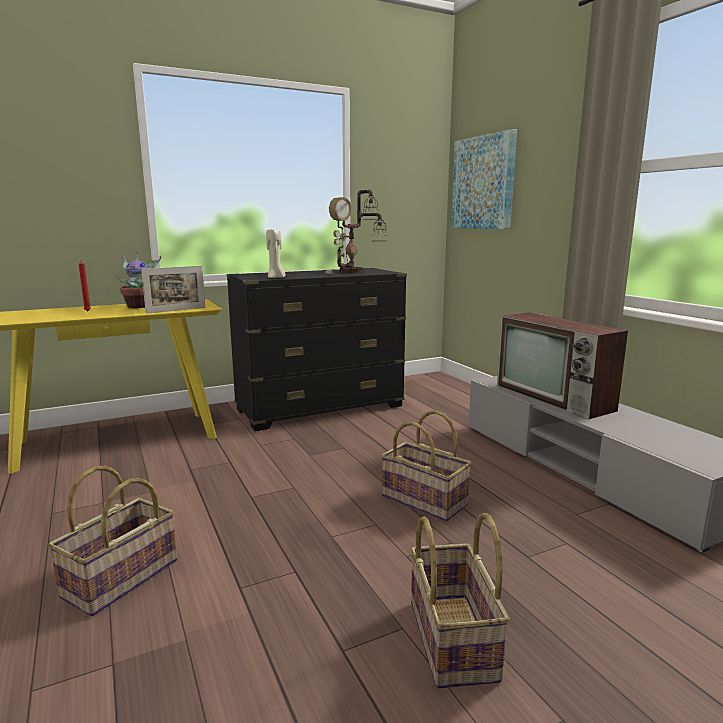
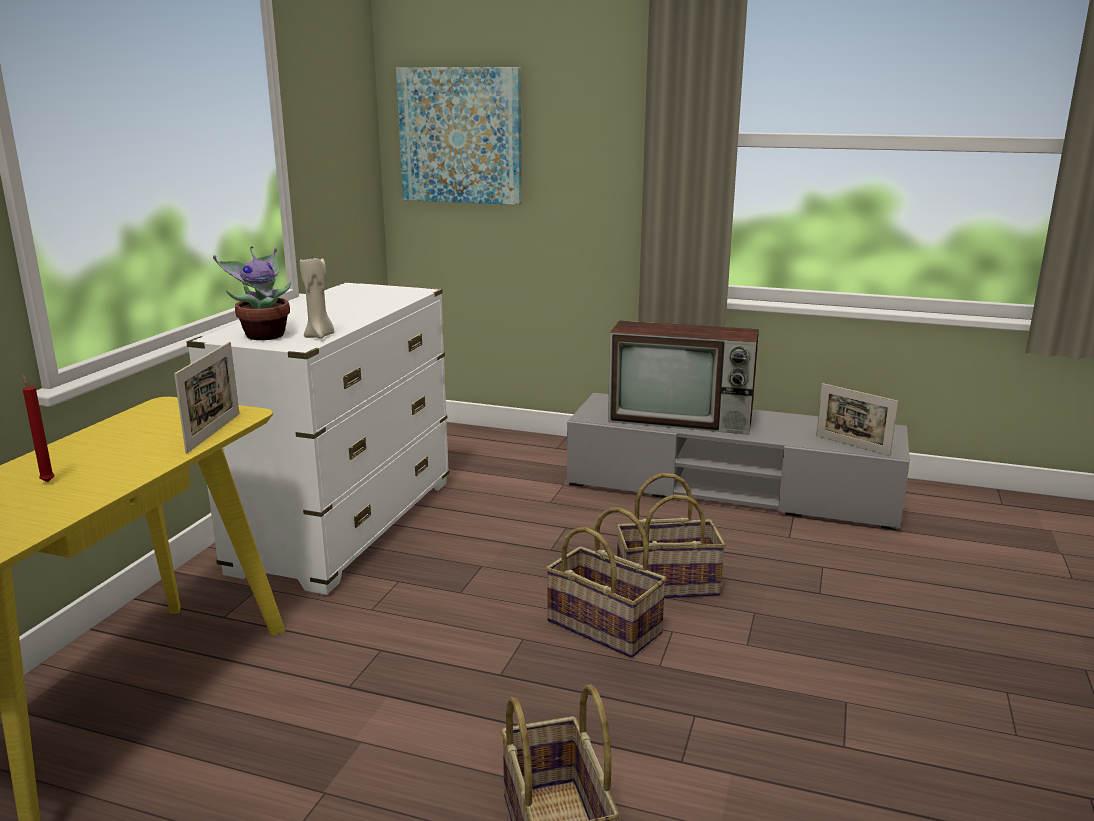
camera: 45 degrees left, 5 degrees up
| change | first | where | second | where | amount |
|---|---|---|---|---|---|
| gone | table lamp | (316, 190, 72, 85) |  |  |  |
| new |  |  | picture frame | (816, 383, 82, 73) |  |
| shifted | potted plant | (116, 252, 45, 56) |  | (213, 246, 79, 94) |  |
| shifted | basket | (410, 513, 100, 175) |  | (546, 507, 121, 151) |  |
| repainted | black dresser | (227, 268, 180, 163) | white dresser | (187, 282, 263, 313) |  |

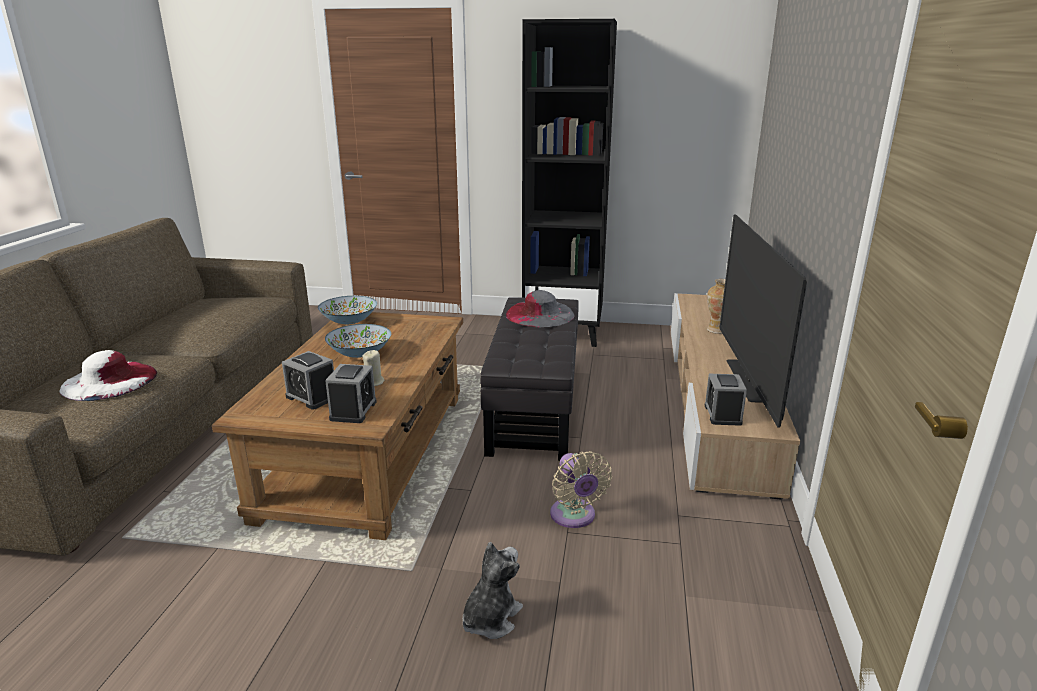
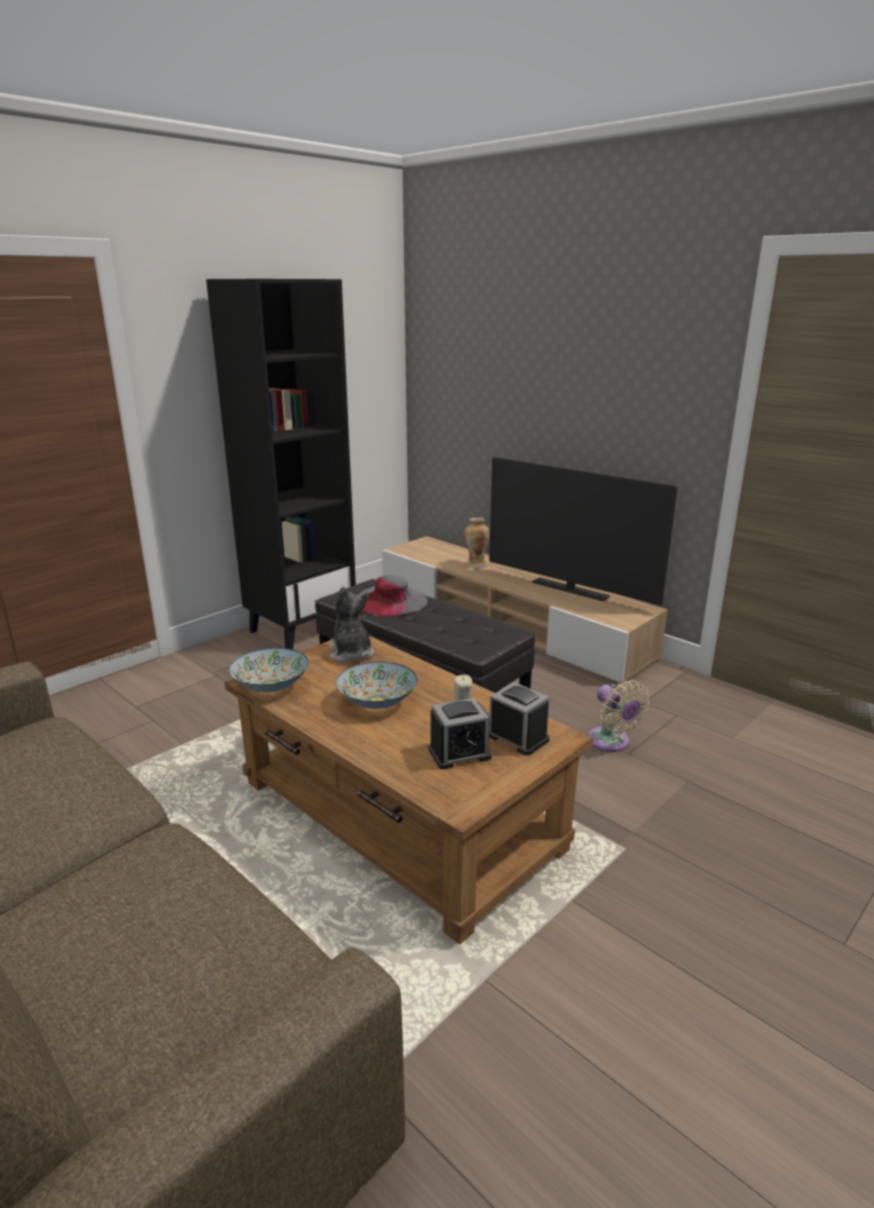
camera: 55 degrees left, 0 degrees up
| change | first | where | second | where | amount |
|---|---|---|---|---|---|
| gone | white hat | (59, 350, 98, 51) |  |  |  |
| gone | alarm clock | (705, 374, 42, 52) |  |  |  |
| shifted | plush toy | (463, 542, 60, 97) |  | (330, 586, 44, 77) |  |
| rotated | beige fan | (550, 451, 62, 77) |  | (588, 680, 61, 72) | 45 degrees clockwise |

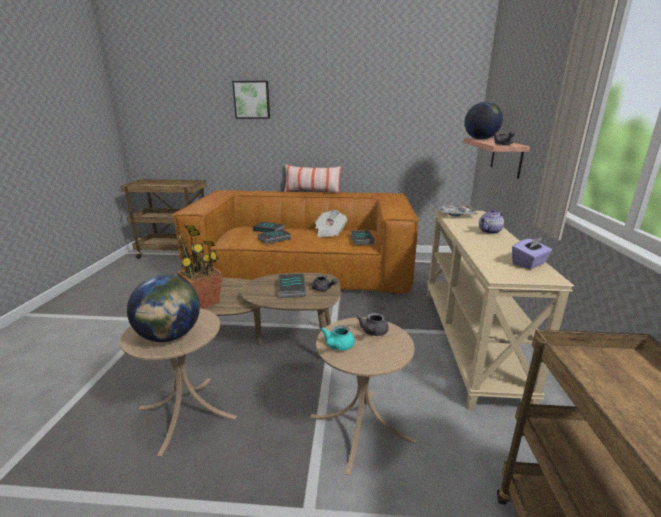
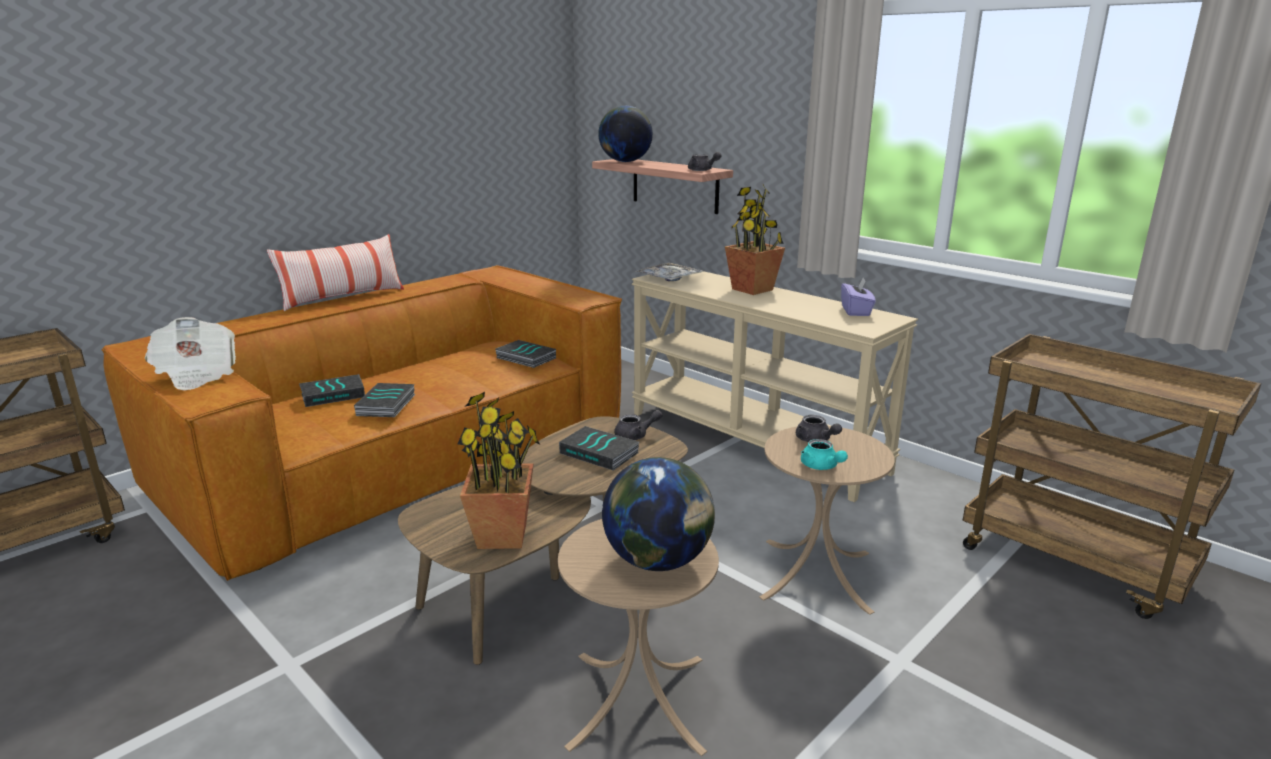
camera: 50 degrees left, 0 degrees up
| change | first | where | second | where | amount |
|---|---|---|---|---|---|
| gone | picture | (232, 81, 38, 38) |  |  |  |
| shifted | newspaper | (315, 210, 32, 27) |  | (144, 317, 92, 74) |  |
| swapped | teapot | (479, 209, 25, 25) | potted plant | (725, 185, 60, 110) |  |

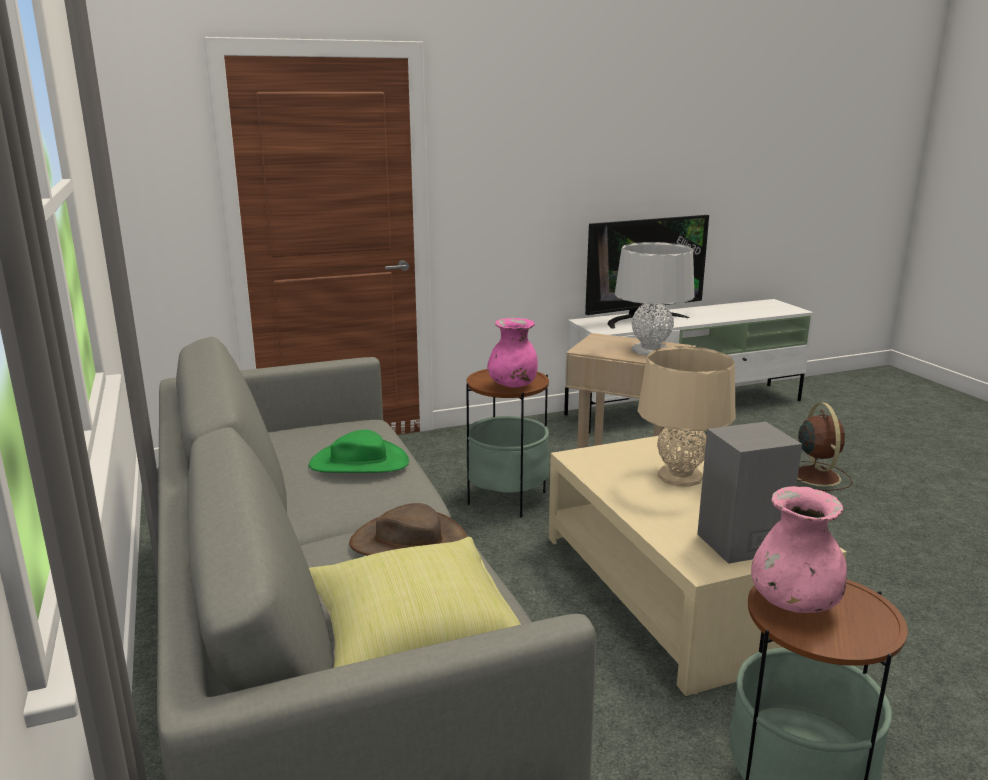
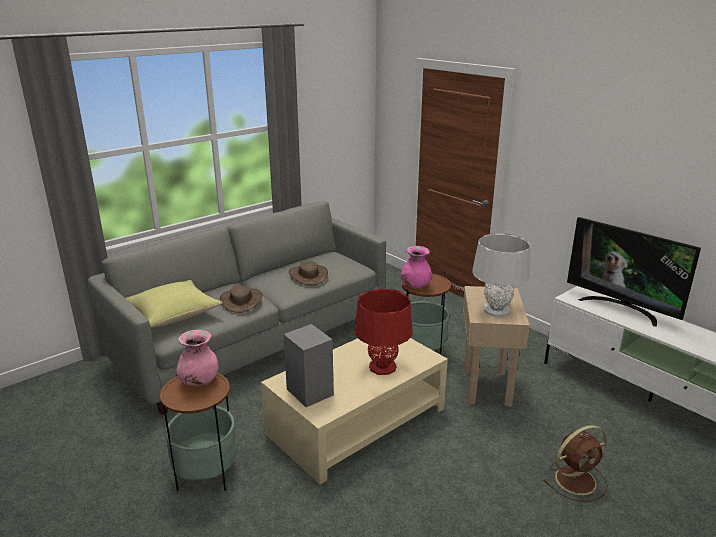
camera: 70 degrees right, 5 degrees up
| change | first | where | second | where | amount |
|---|---|---|---|---|---|
| repainted | green hat | (309, 430, 100, 43) | brown hat | (289, 261, 39, 24) |  |
| repainted | beige table lamp | (638, 346, 97, 141) | red table lamp | (354, 289, 59, 86) |  |

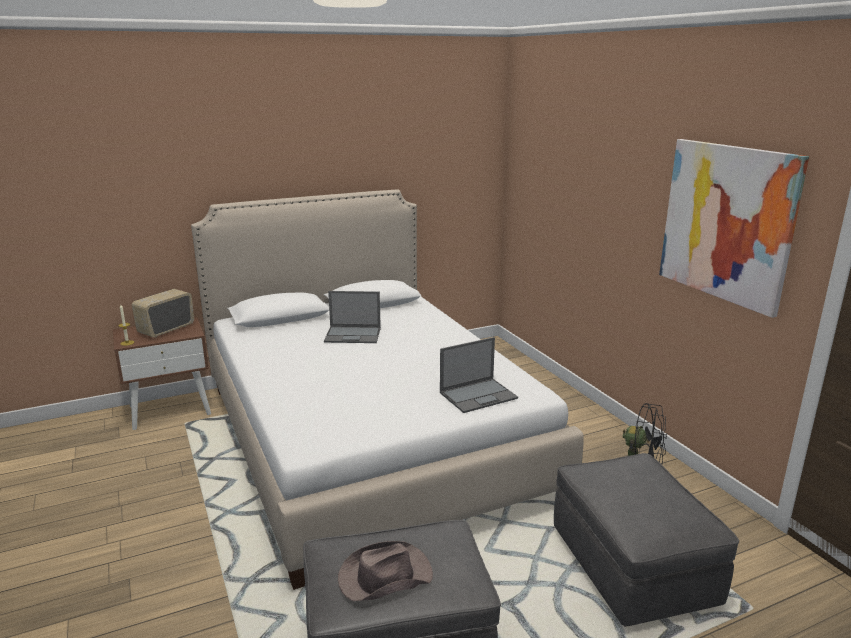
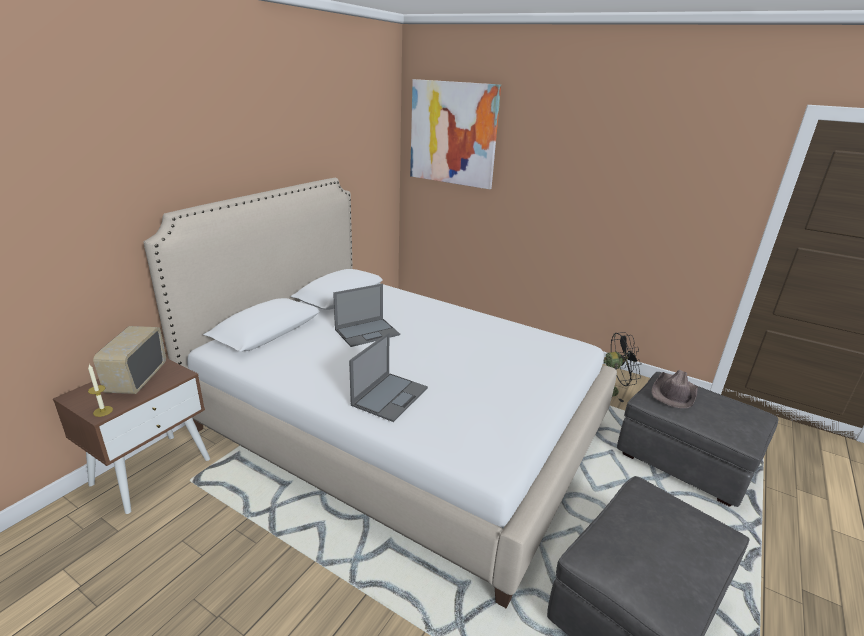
camera: 35 degrees left, 5 degrees up
| change | first | where | second | where | amount |
|---|---|---|---|---|---|
| shifted | brown hat | (338, 541, 95, 60) |  | (652, 370, 46, 38) |  |
| shifted | laptop | (440, 337, 78, 76) |  | (349, 332, 79, 90) |  |
| shifted | picture | (659, 139, 150, 179) |  | (410, 79, 91, 110) |  |

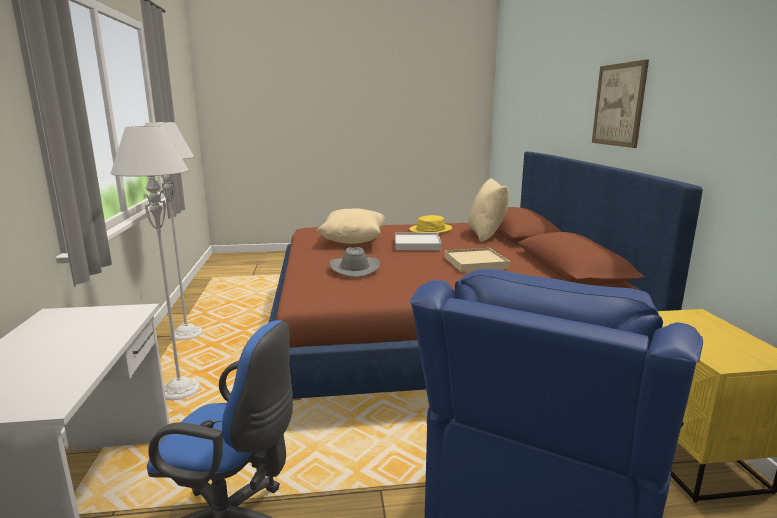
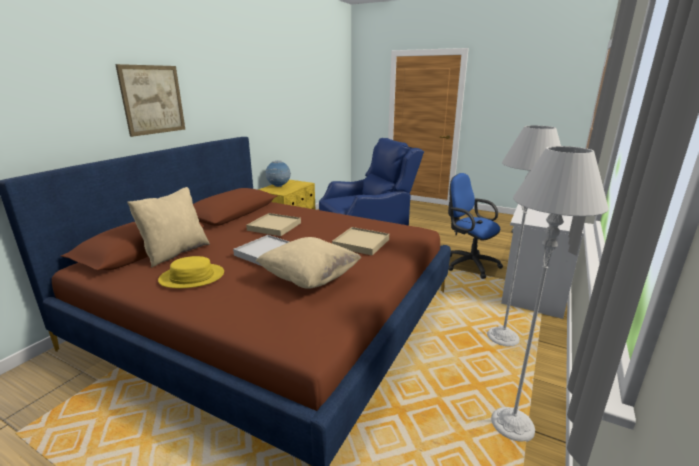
camera: 145 degrees left, 5 degrees up
| change | first | where | second | where | amount |
|---|---|---|---|---|---|
| new |  |  | globe | (266, 160, 25, 27) |  |
| swapped | grey hat | (330, 247, 50, 31) | beige tray | (332, 227, 57, 29) |  |

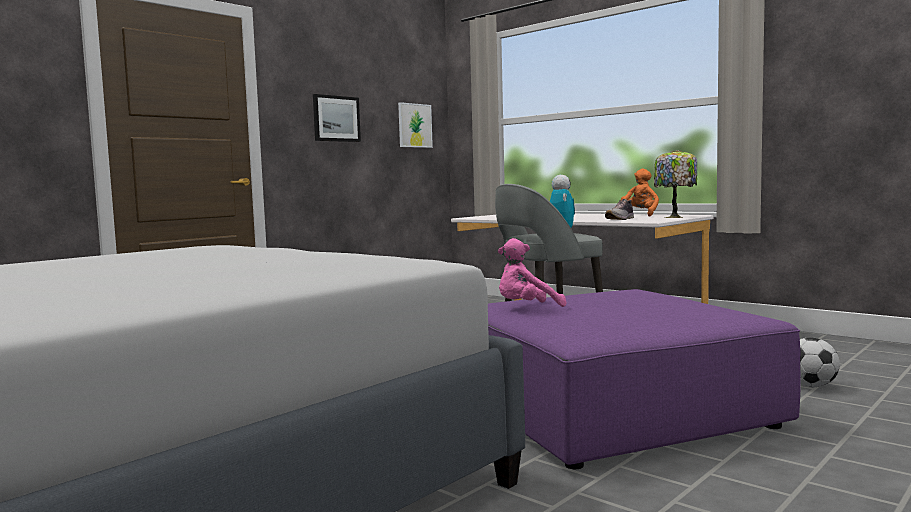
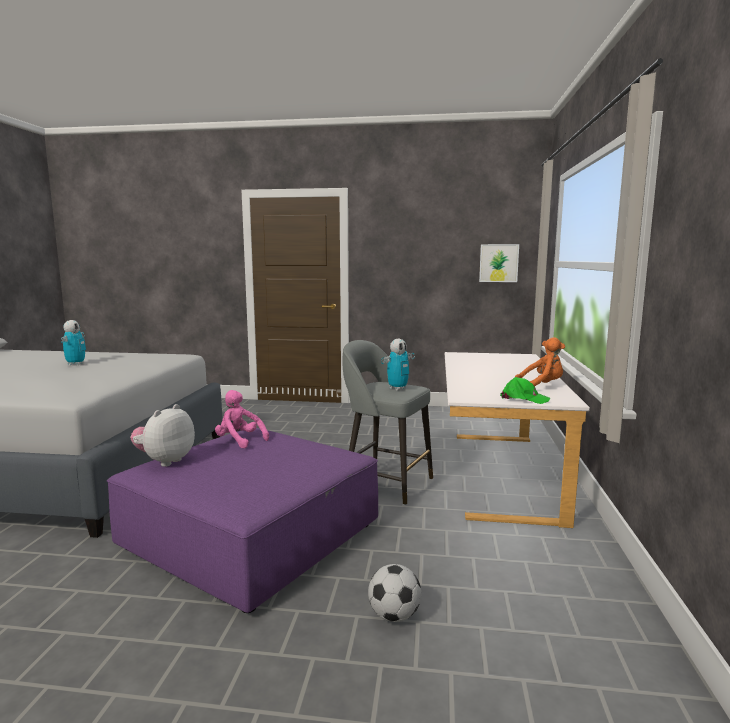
camera: 55 degrees right, 5 degrees up
| change | first | where | second | where | amount |
|---|---|---|---|---|---|
| gone | picture | (313, 94, 48, 48) |  |  |  |
| gone | shoe | (605, 199, 29, 21) |  |  |  |
| new |  |  | toy robot | (61, 320, 25, 45) |  |
| new |  |  | plush toy | (130, 404, 65, 63) |  |
| swapped | table lamp | (654, 150, 43, 68) | green cap | (500, 377, 50, 27) |  |

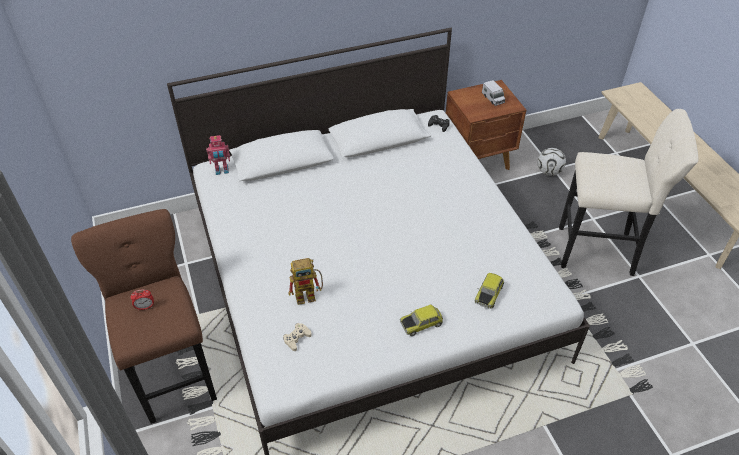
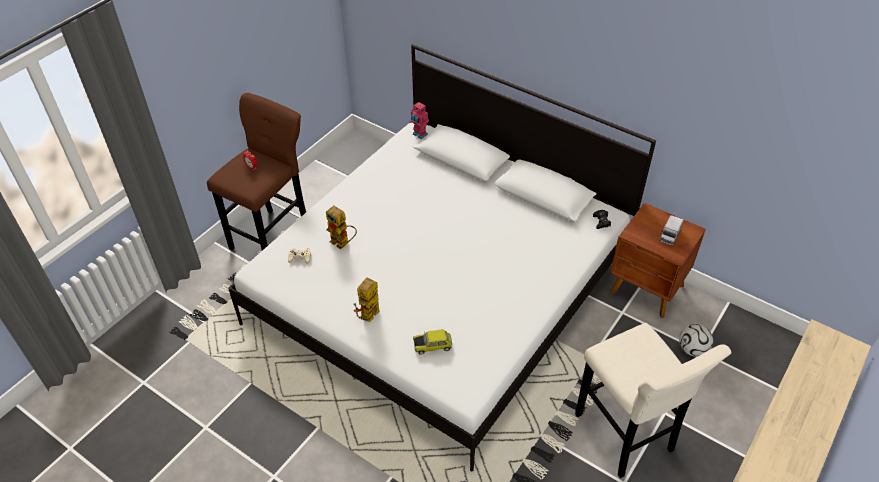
camera: 55 degrees right, 0 degrees up
| change | first | where | second | where | amount |
|---|---|---|---|---|---|
| swapped | toy car | (400, 305, 43, 31) | toy robot | (354, 278, 25, 45) |  |

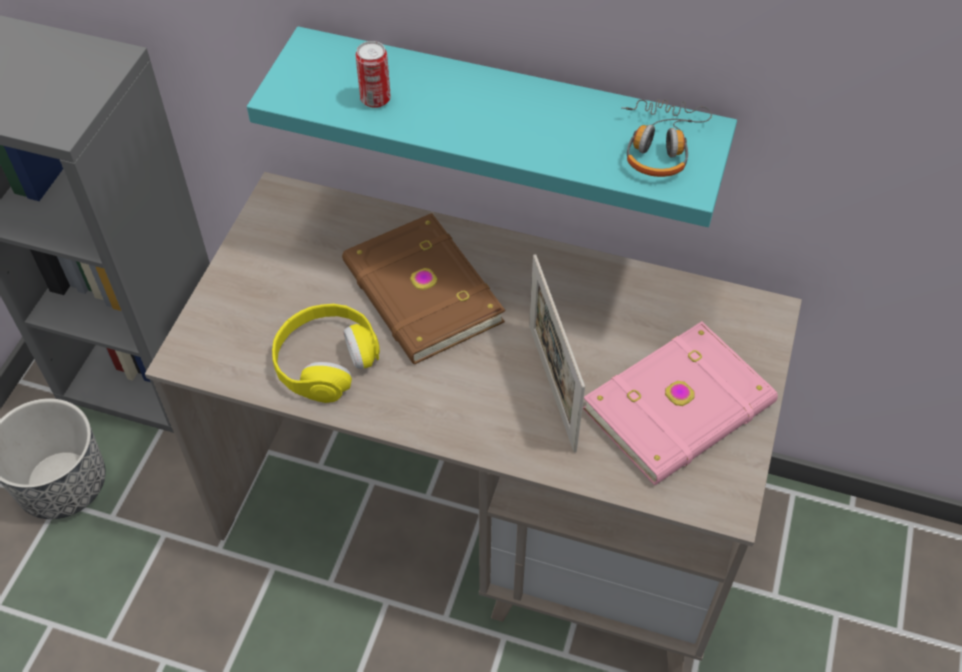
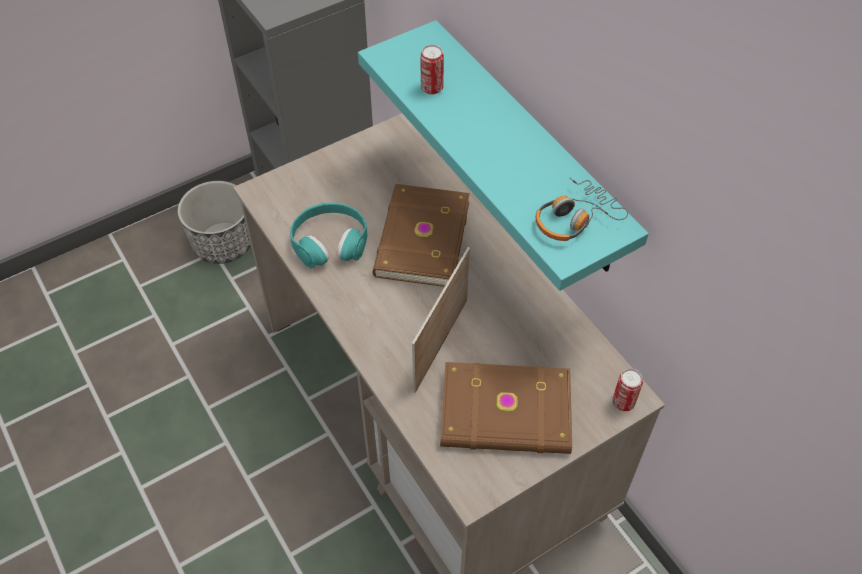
camera: 40 degrees right, 0 degrees up
| change | first | where | second | where | amount |
|---|---|---|---|---|---|
| new |  |  | can | (612, 369, 31, 42) |  |
| repainted | yellow headphones | (272, 304, 108, 99) | turquoise headphones | (290, 202, 78, 66) |  |
| repainted | pink book | (582, 321, 196, 164) | brown book | (440, 362, 132, 92) |  |

